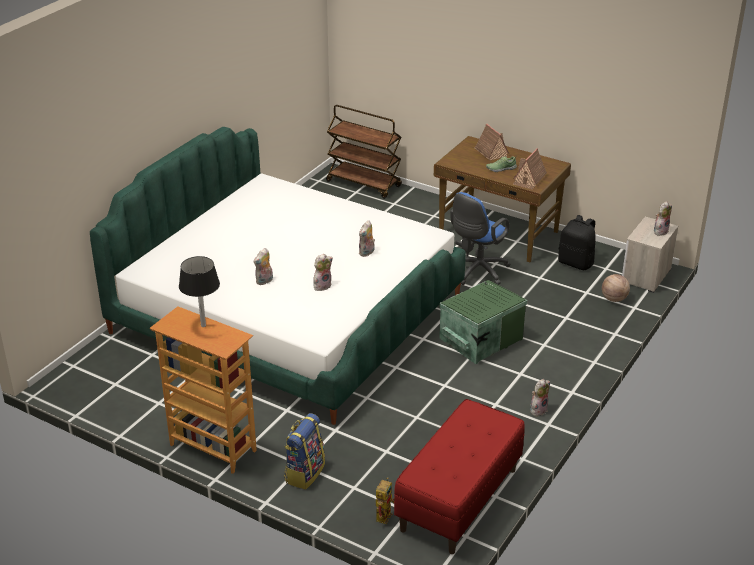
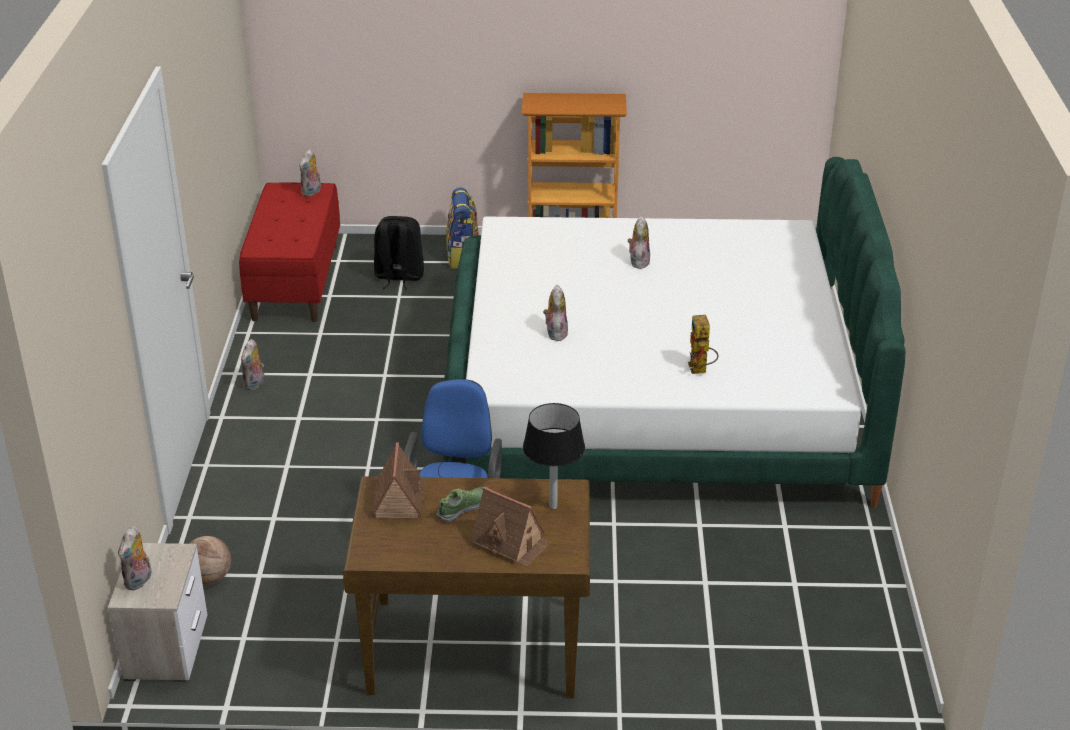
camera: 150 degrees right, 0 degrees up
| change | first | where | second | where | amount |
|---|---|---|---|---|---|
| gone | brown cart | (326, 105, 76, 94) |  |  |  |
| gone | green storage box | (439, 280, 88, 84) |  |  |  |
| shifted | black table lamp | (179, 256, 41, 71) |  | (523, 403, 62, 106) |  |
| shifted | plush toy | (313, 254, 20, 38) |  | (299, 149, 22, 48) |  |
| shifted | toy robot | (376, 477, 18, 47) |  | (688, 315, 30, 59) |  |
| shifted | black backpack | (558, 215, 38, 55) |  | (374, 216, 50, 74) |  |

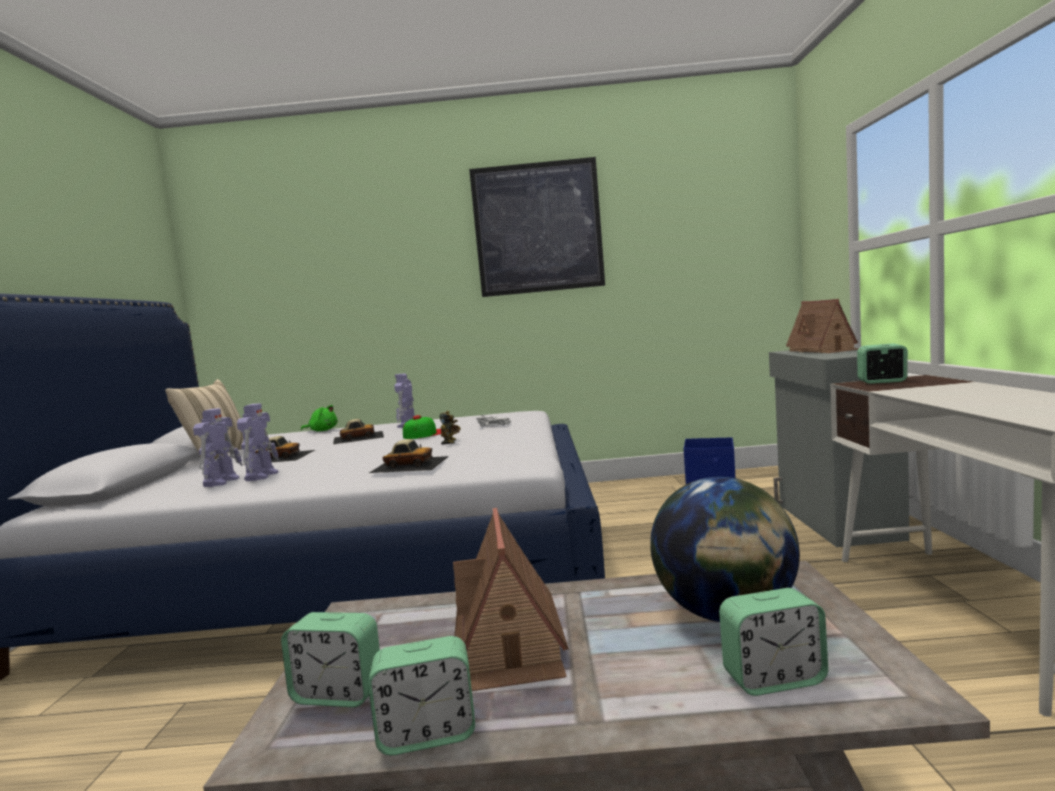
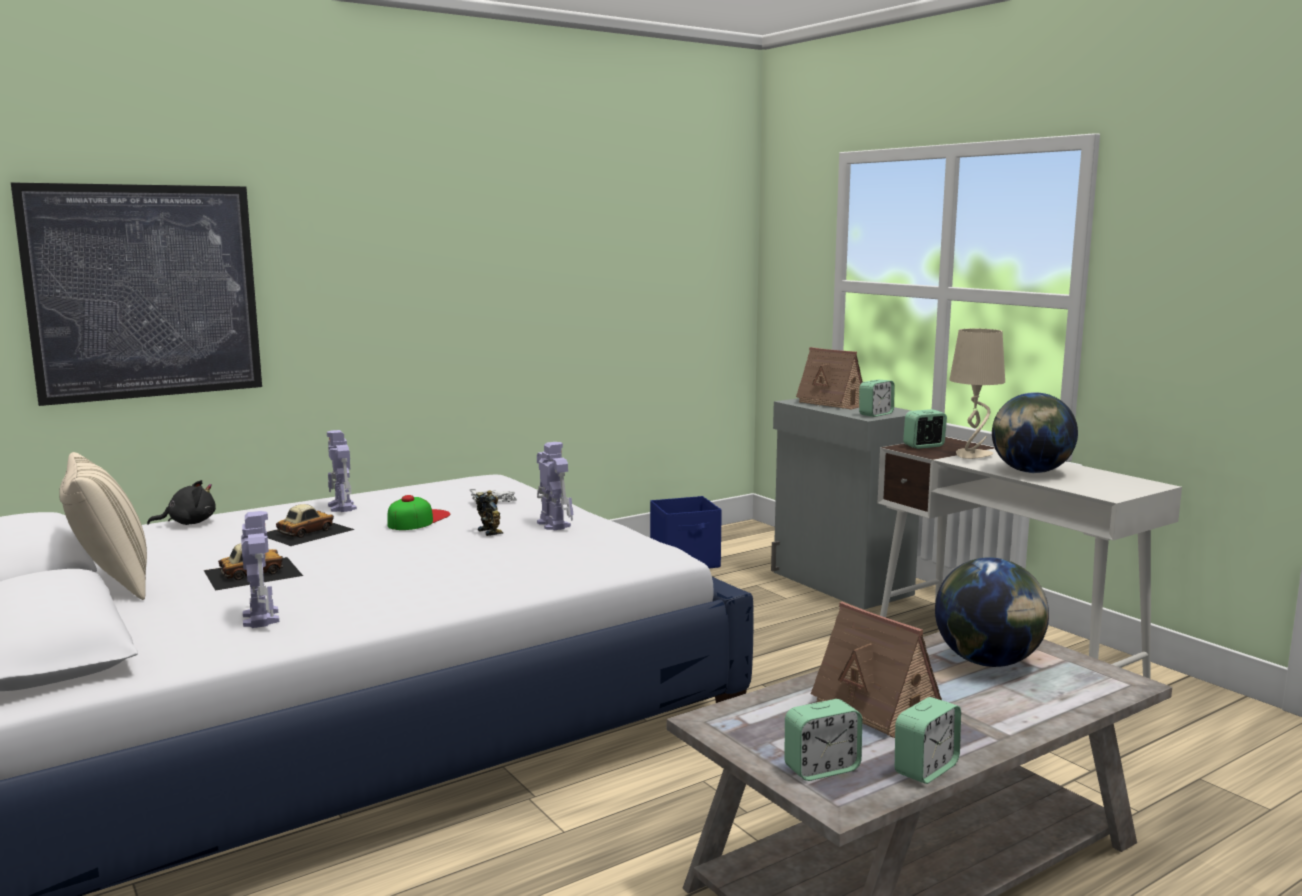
camera: 35 degrees left, 5 degrees up
| change | first | where | second | where | amount |
|---|---|---|---|---|---|
| gone | toy car | (369, 439, 80, 34) |  |  |  |
| new |  |  | beige table lamp | (949, 328, 56, 131) |  |
| new |  |  | globe | (992, 392, 86, 81) |  |
| shifted | toy robot | (237, 403, 42, 78) |  | (537, 442, 36, 88) |  |
| shifted | picture | (469, 157, 136, 140) |  | (11, 182, 251, 224) |  |
| shifted | alarm clock | (719, 588, 109, 108) |  | (859, 380, 36, 37) |  |
| repainted | green plush toy | (301, 405, 37, 26) | black plush toy | (147, 480, 69, 45) |  |

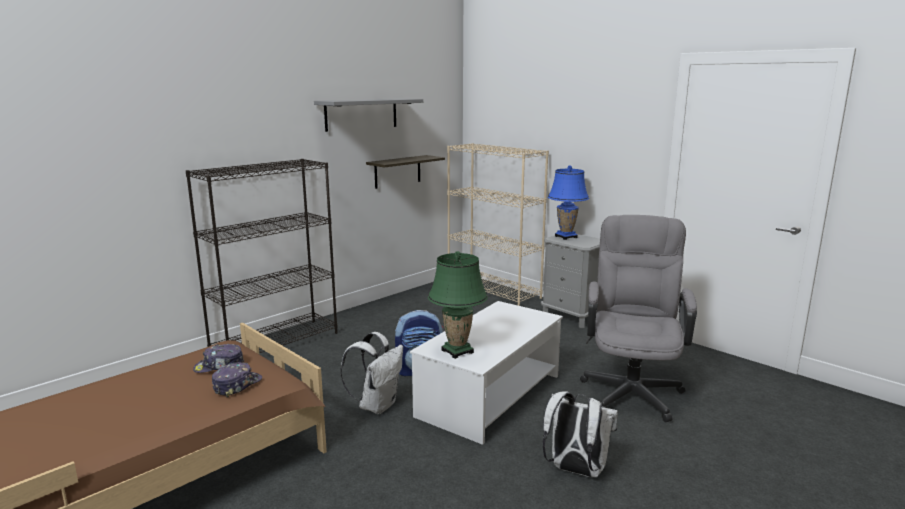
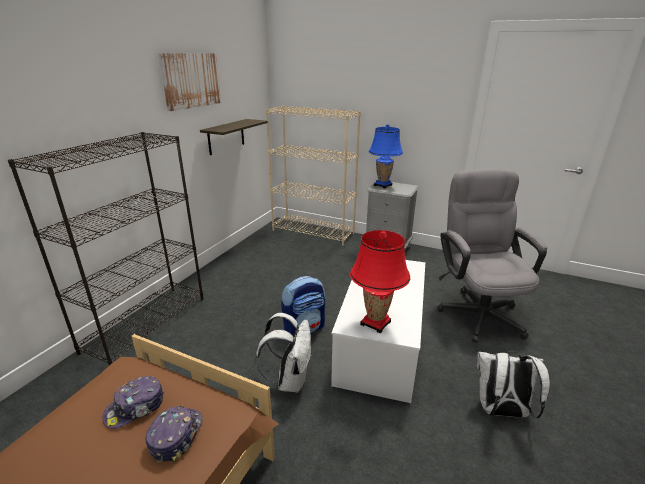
camera: 20 degrees left, 10 degrees up
| change | first | where | second | where | amount |
|---|---|---|---|---|---|
| swapped | grey shelf | (314, 98, 109, 34) | picture | (158, 53, 63, 58) |  |
| repainted | green table lamp | (428, 251, 60, 108) | red table lamp | (350, 230, 60, 103) |  |

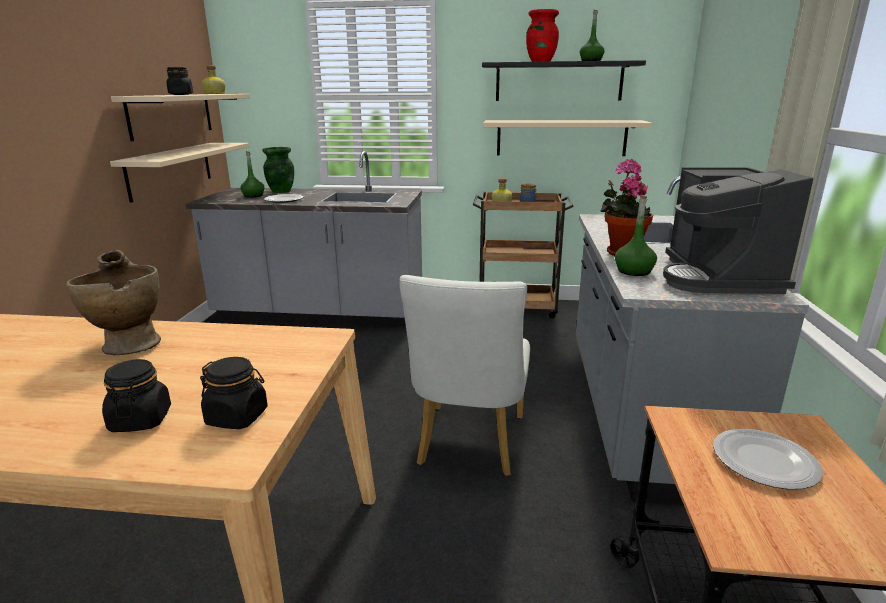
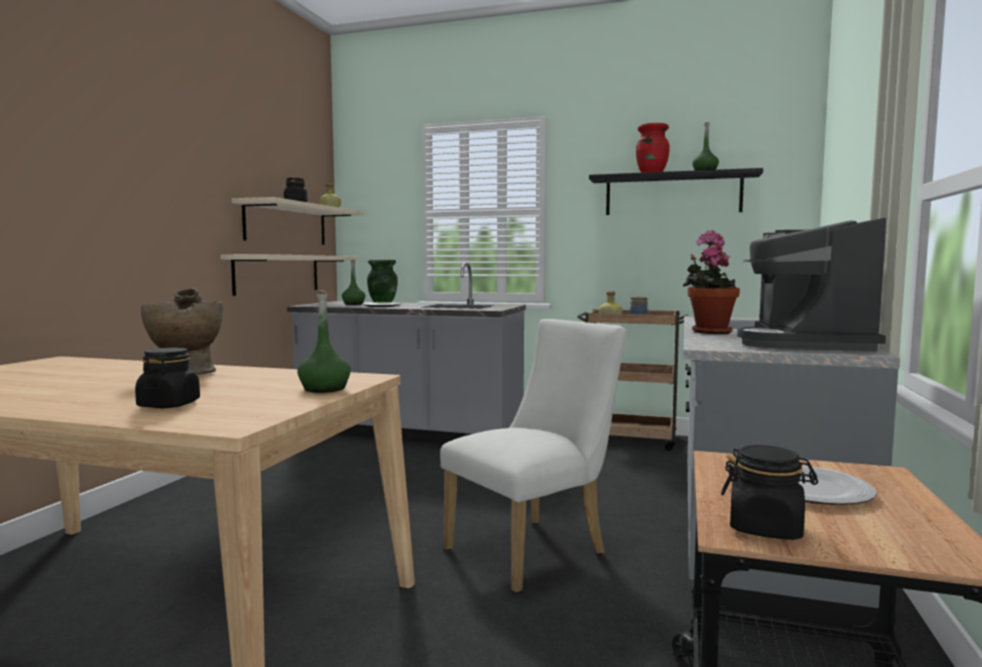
camera: 10 degrees right, 15 degrees down
| change | first | where | second | where | amount |
|---|---|---|---|---|---|
| gone | beige shelf | (483, 120, 169, 36) |  |  |  |
| shifted | black jar | (200, 357, 68, 72) |  | (721, 445, 97, 95) |  |
| shifted | green bottle | (615, 195, 42, 81) |  | (297, 290, 54, 103) |  |
| rotated | white chair | (400, 275, 130, 201) |  | (440, 319, 187, 274) | 150 degrees counterclockwise |

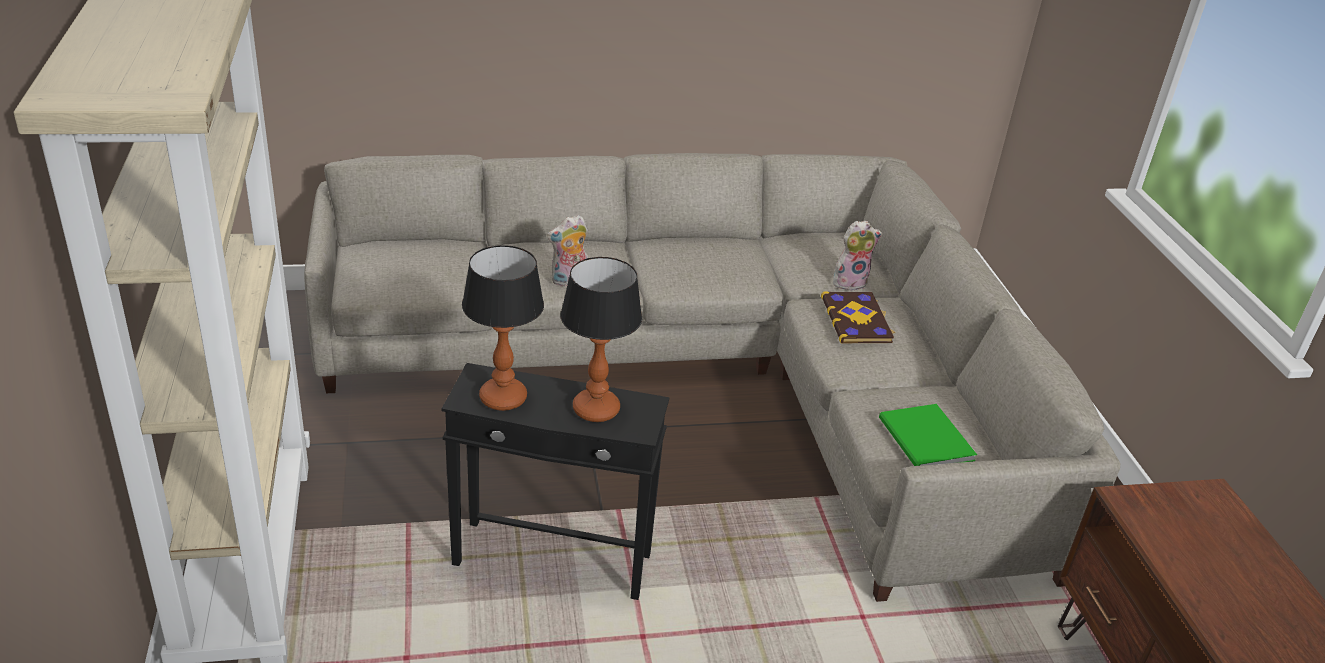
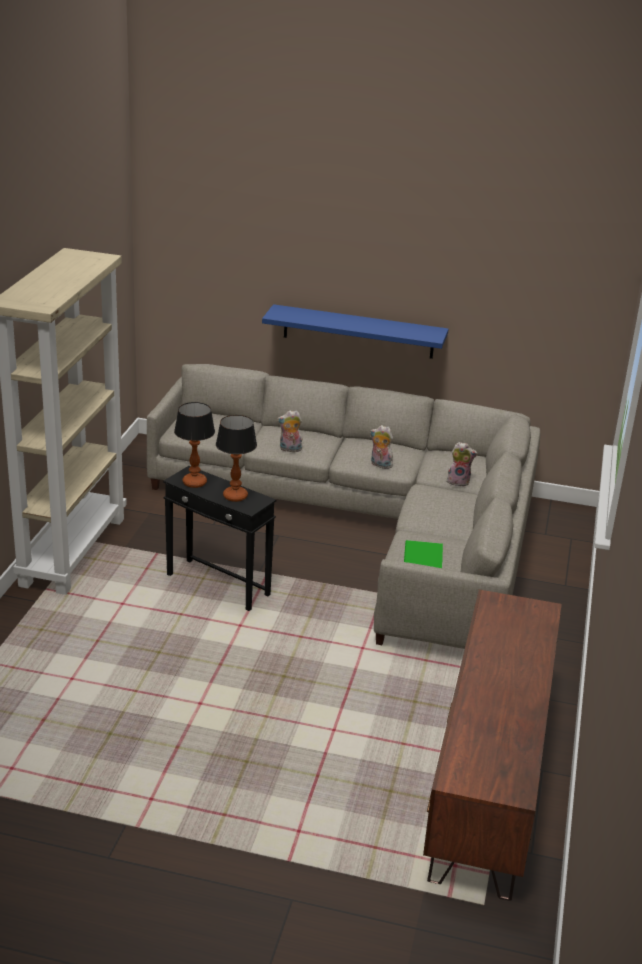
camera: 25 degrees right, 5 degrees down
| change | first | where | second | where | amount |
|---|---|---|---|---|---|
| gone | book | (821, 291, 74, 53) |  |  |  |
| new |  |  | blue shelf | (262, 304, 187, 55) |  |
| new |  |  | plush toy | (370, 425, 24, 44) |  |

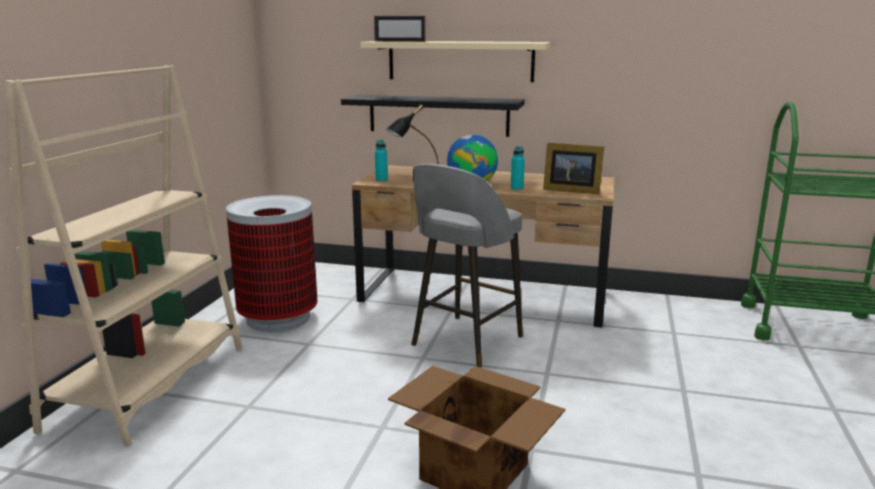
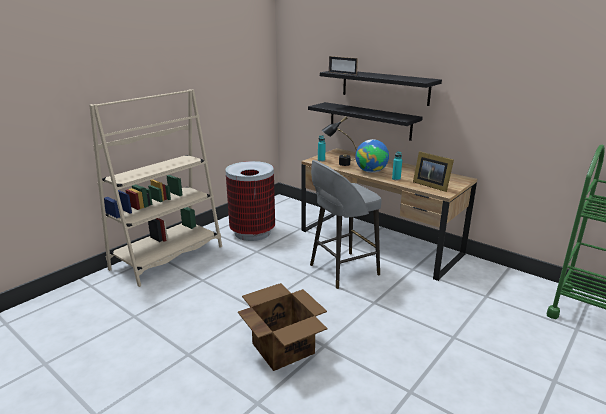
camera: 25 degrees right, 5 degrees up
| change | first | where | second | where | amount |
|---|---|---|---|---|---|
| repainted | beige shelf | (360, 41, 190, 41) | black shelf | (320, 71, 122, 35) |  |

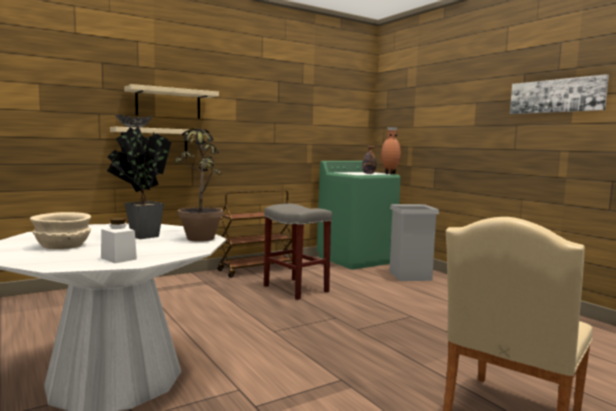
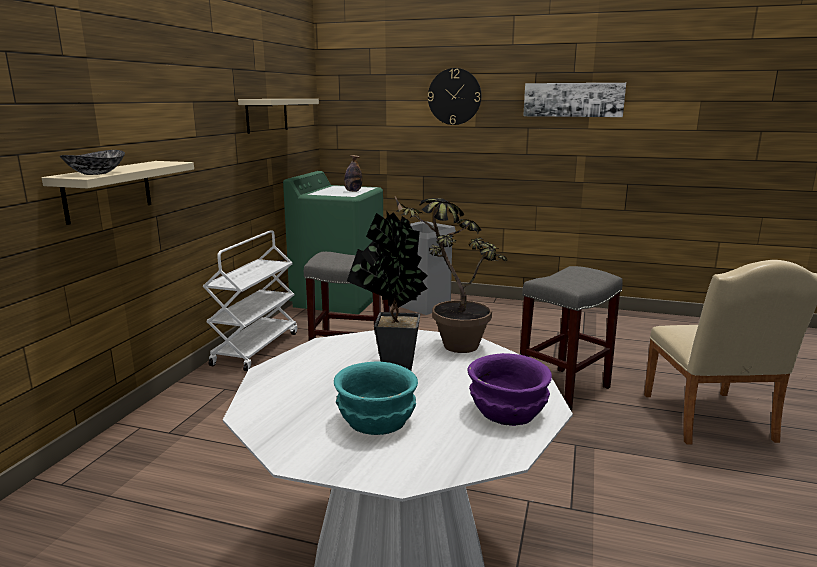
camera: 40 degrees left, 10 degrees up
| change | first | where | second | where | amount |
|---|---|---|---|---|---|
| gone | brown vase | (381, 127, 20, 47) |  |  |  |
| new |  |  | wall clock | (428, 68, 53, 57) |  |
| new |  |  | grey stool | (520, 266, 103, 145) |  |
| shifted | beige shelf | (124, 84, 95, 35) |  | (238, 99, 81, 35) |  |
| swapped | white jar | (101, 218, 36, 45) | purple bowl | (468, 353, 84, 73) |  |
| repainted | beige bowl | (30, 212, 61, 37) | turquoise bowl | (334, 361, 84, 74) |  |
| repainted | brown cart | (217, 190, 75, 88) | white cart | (203, 230, 94, 141) |  |

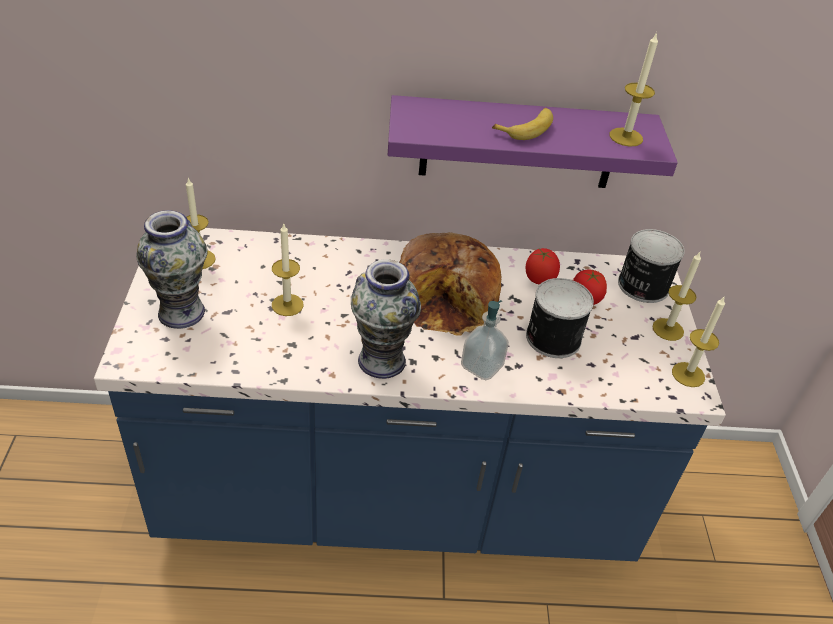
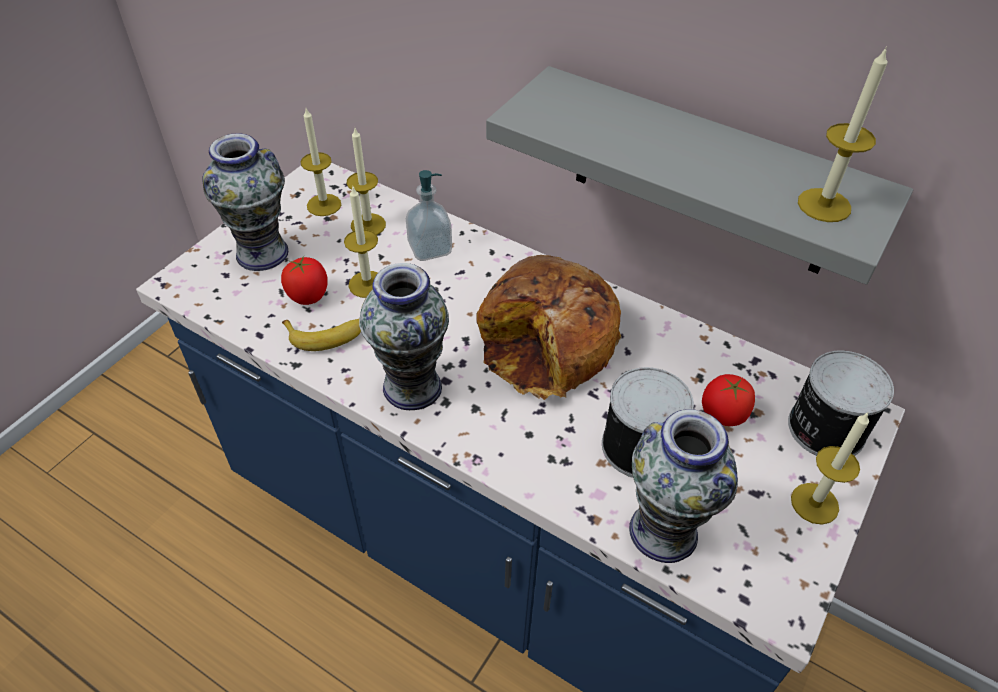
camera: 35 degrees right, 5 degrees up
| change | first | where | second | where | amount |
|---|---|---|---|---|---|
| new |  |  | vase | (629, 409, 109, 154) |  |
| shifted | soap dispenser | (461, 300, 48, 80) |  | (406, 170, 46, 91) |  |
| shifted | banana | (492, 108, 61, 32) |  | (282, 319, 79, 32) |  |
| shifted | tomato | (526, 248, 34, 37) |  | (281, 256, 47, 49) |  |
| shifted | candle | (672, 297, 53, 90) |  | (347, 126, 39, 109) |  |
| repainted | purple shelf | (388, 95, 290, 93) | grey shelf | (486, 66, 427, 219) |  |

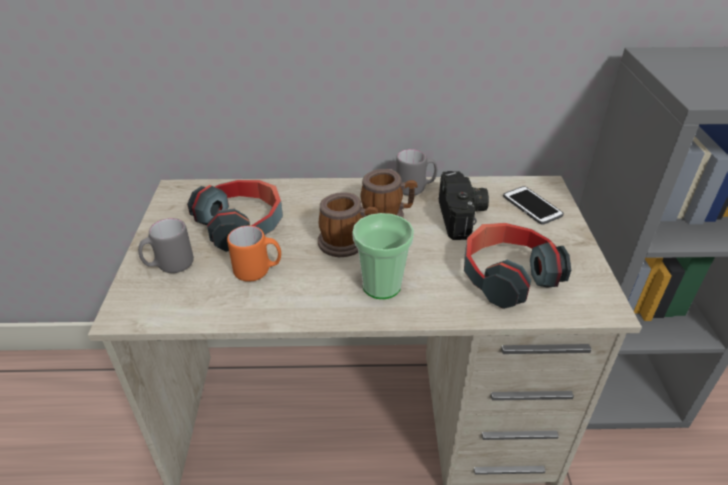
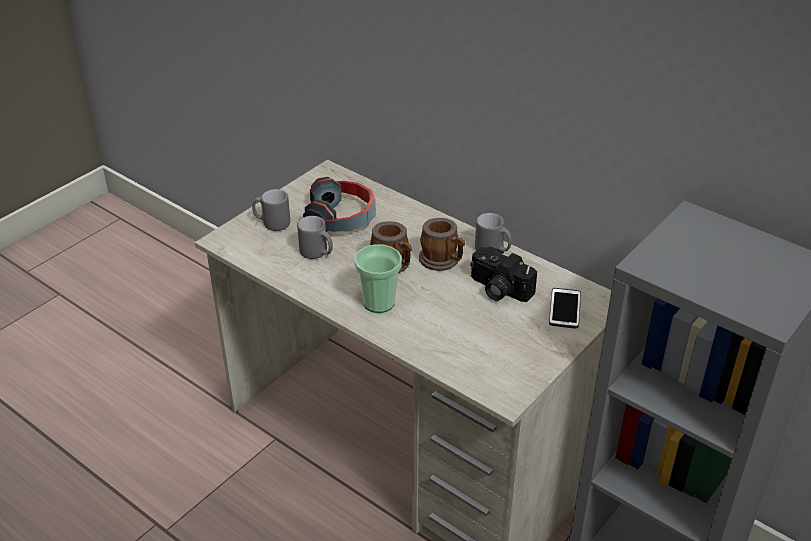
camera: 40 degrees right, 0 degrees up
| change | first | where | second | where | amount |
|---|---|---|---|---|---|
| gone | headphones | (464, 223, 107, 86) |  |  |  |
| repainted | orange mug | (227, 226, 54, 56) | grey mug | (297, 216, 36, 43) |  |
| rotated | photo camera | (439, 171, 50, 69) |  | (470, 246, 67, 56) | 90 degrees clockwise |

